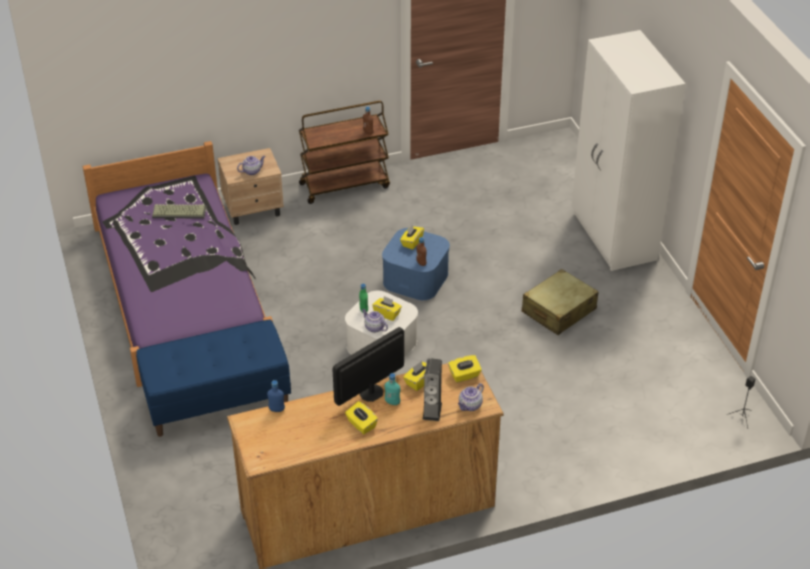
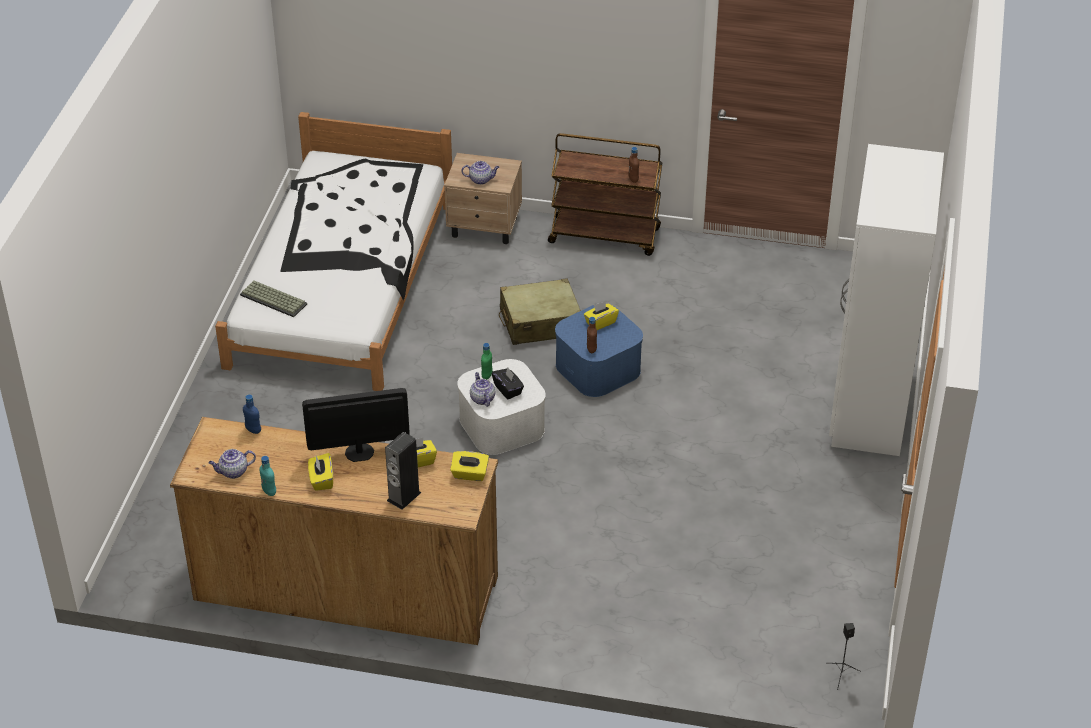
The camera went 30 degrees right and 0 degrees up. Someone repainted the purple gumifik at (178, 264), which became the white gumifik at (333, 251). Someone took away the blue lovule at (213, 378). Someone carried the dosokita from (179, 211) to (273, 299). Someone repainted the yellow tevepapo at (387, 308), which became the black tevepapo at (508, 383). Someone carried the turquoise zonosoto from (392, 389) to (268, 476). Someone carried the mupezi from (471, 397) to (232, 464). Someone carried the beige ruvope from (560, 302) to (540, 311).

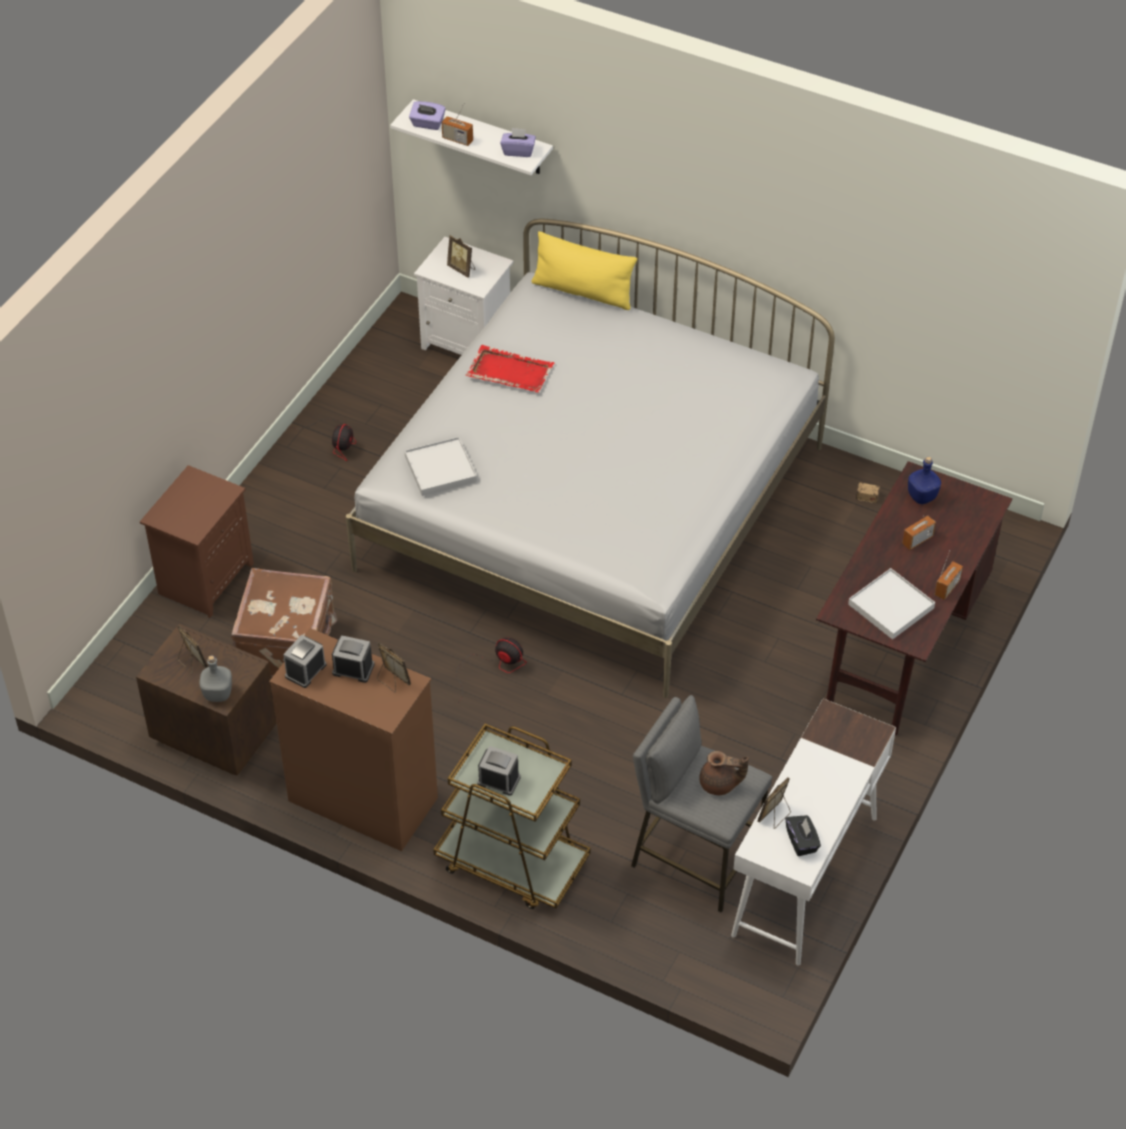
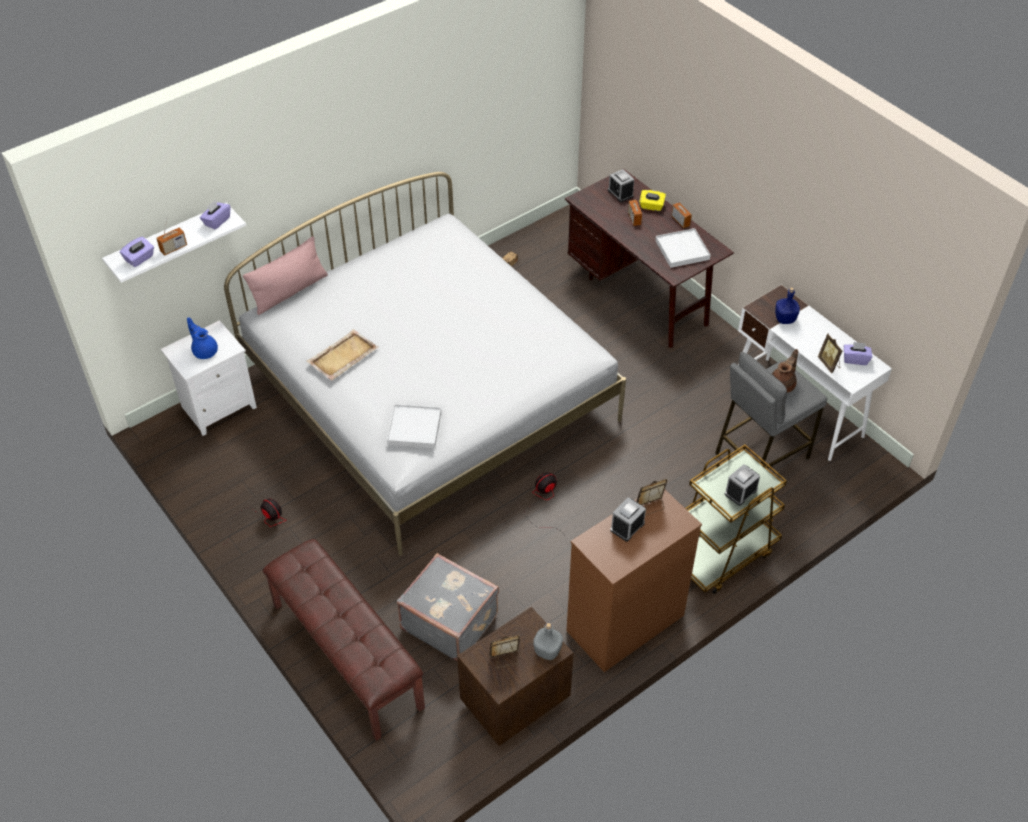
The camera went 65 degrees left and 0 degrees up. Someone swapped the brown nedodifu at (197, 541) for the brown lovule at (343, 640). Someone repainted the brown ruvope at (284, 622), which became the grey ruvope at (448, 607). Someone carried the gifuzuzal from (305, 661) to (621, 185). Someone swapped the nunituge at (461, 256) for the blue mupezi at (202, 338). Someone repainted the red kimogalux at (510, 369), which became the beige kimogalux at (342, 354). Someone repainted the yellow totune at (584, 270), which became the pink totune at (285, 275). Someone repainted the black tevepapo at (803, 835), which became the purple tevepapo at (858, 353). Someone carried the blue zonosoto from (924, 480) to (787, 305). Someone put down the yellow tevepapo at (652, 200).

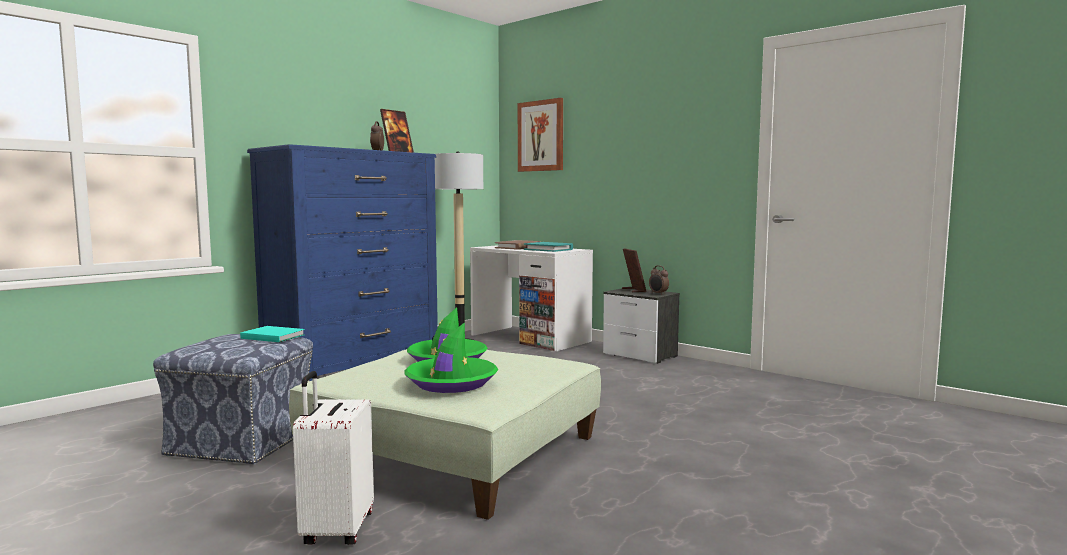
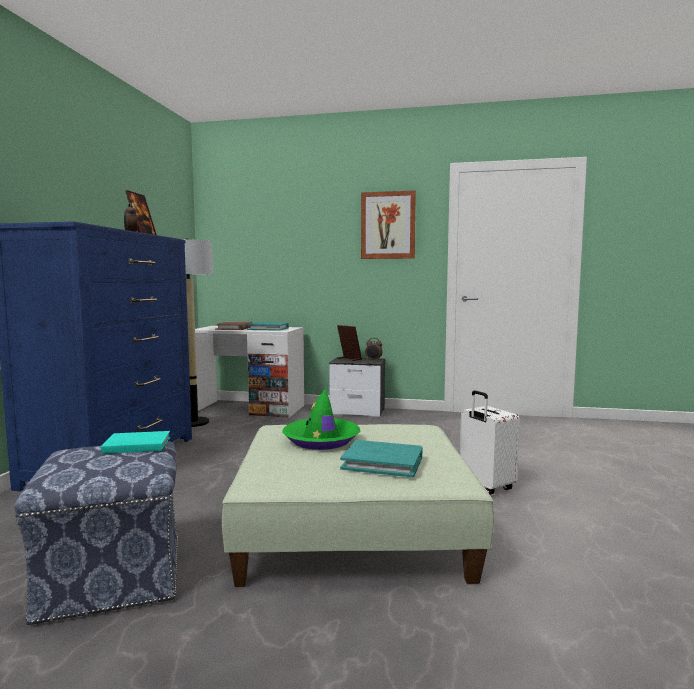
The camera went 30 degrees left and 0 degrees up. Someone carried the white ruvope from (333, 458) to (490, 442). Someone swapped the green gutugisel at (451, 357) for the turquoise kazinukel at (381, 458). Someone carried the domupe from (540, 135) to (388, 225).

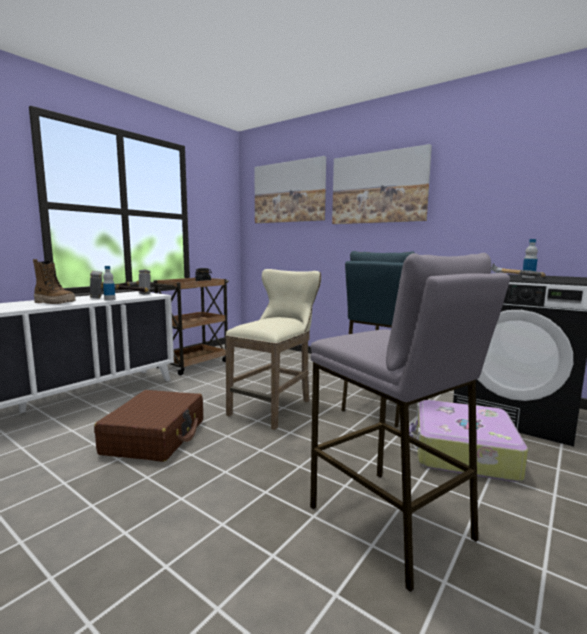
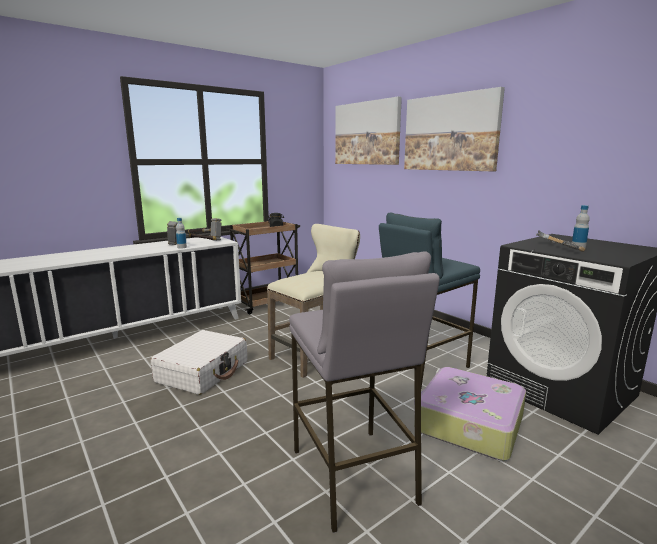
The camera went 15 degrees right and 5 degrees up. Someone took away the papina at (54, 281). Someone repainted the brown ruvope at (148, 426), which became the white ruvope at (199, 362).

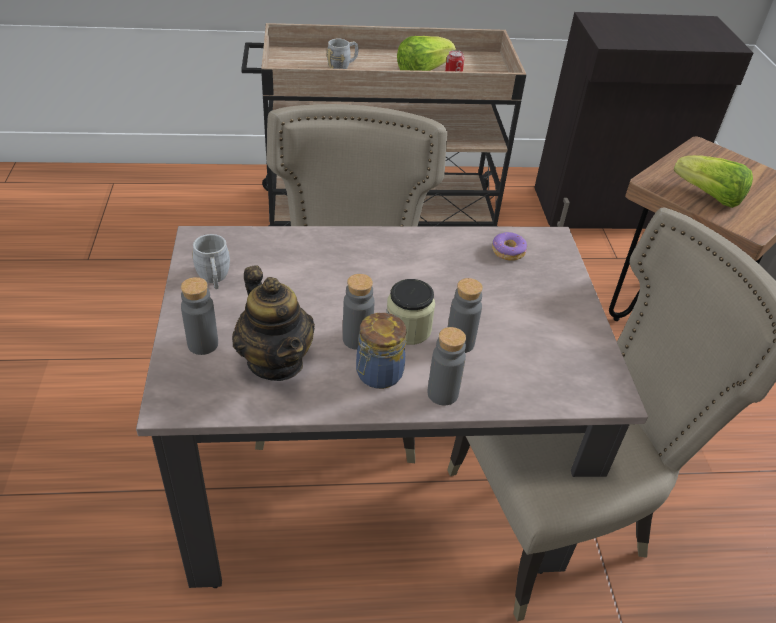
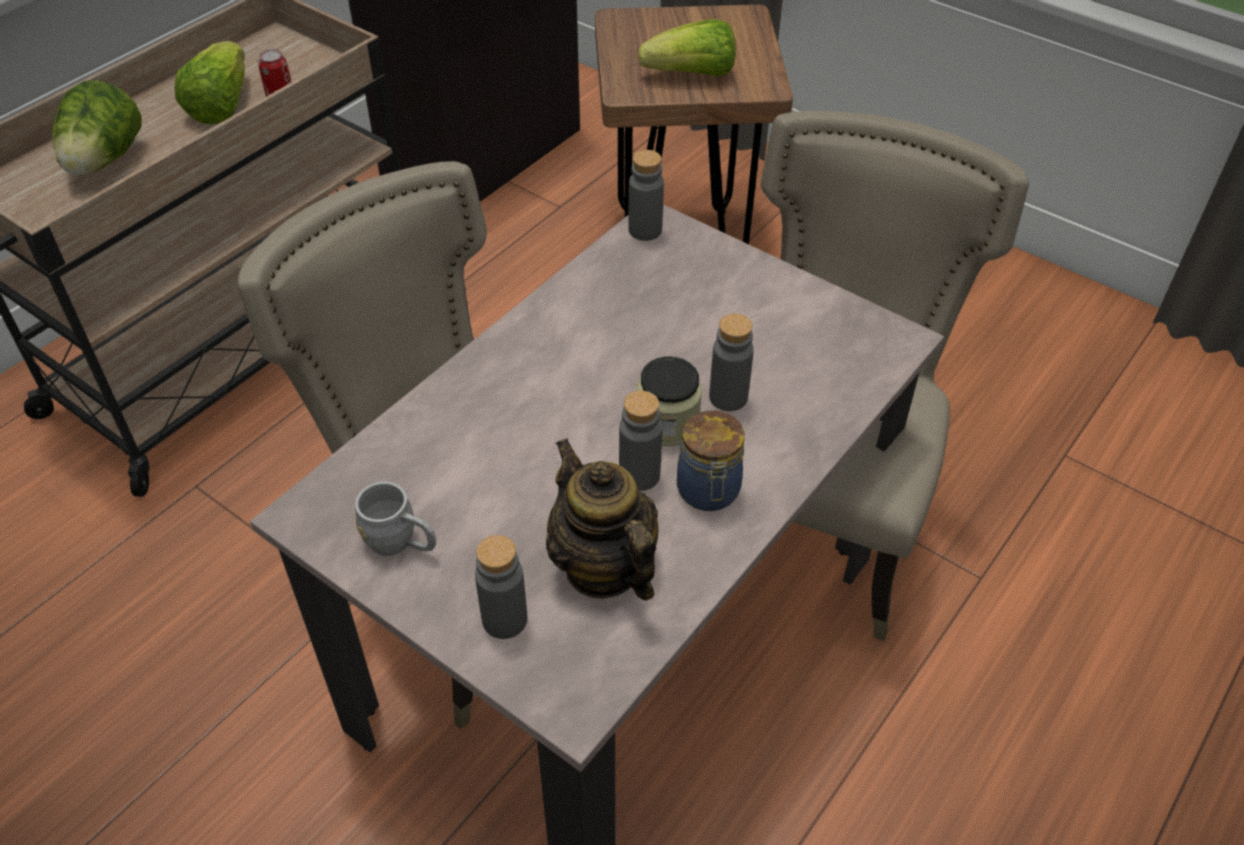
The camera went 45 degrees left and 5 degrees up. Someone rotated the mupezi at (273, 323) by 135 degrees counterclockwise. Someone swapped the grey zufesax at (343, 54) for the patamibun at (97, 128). Someone carried the grey zonosoto from (446, 366) to (646, 195). Someone took away the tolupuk at (509, 246).

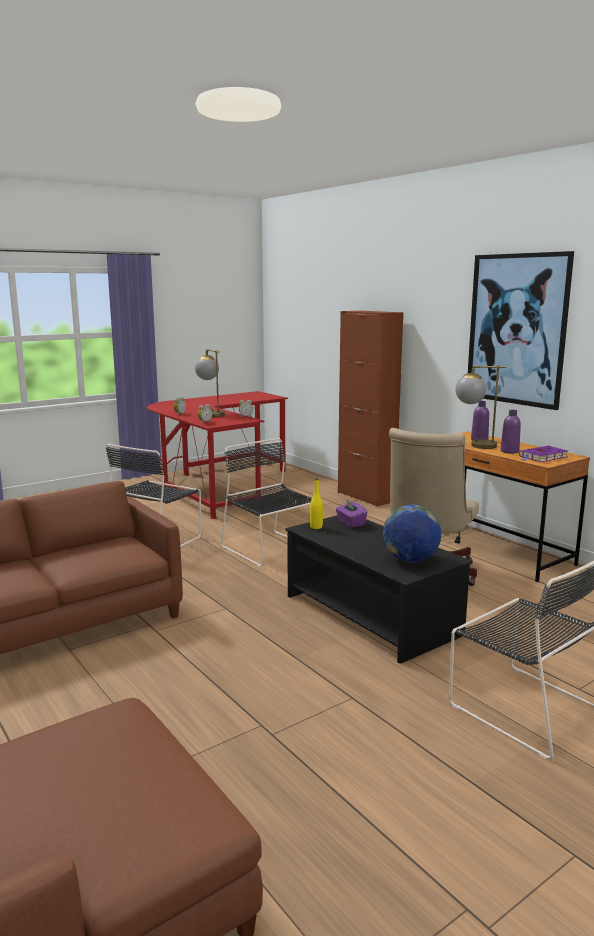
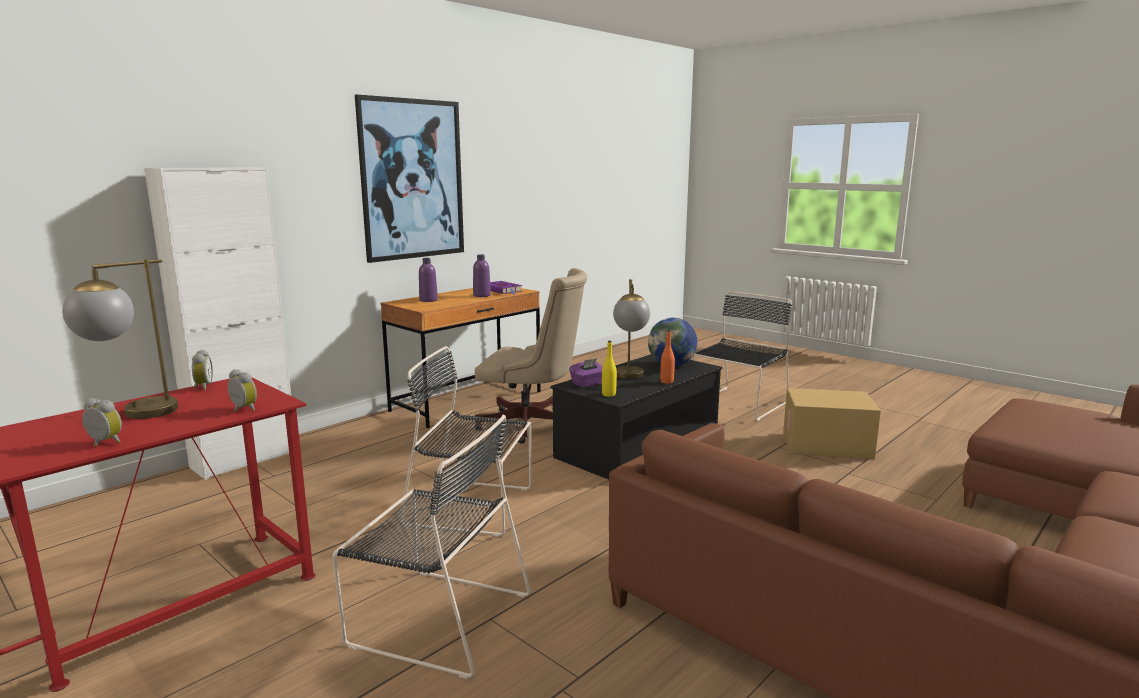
The camera went 100 degrees left and 0 degrees up. Someone rotated the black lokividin at (266, 502) by 60 degrees clockwise. Someone repainted the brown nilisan at (370, 409), which became the white nilisan at (217, 323). Someone carried the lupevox from (480, 407) to (631, 329). Someone put down the orange zonosoto at (667, 357). Someone put down the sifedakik at (832, 423).

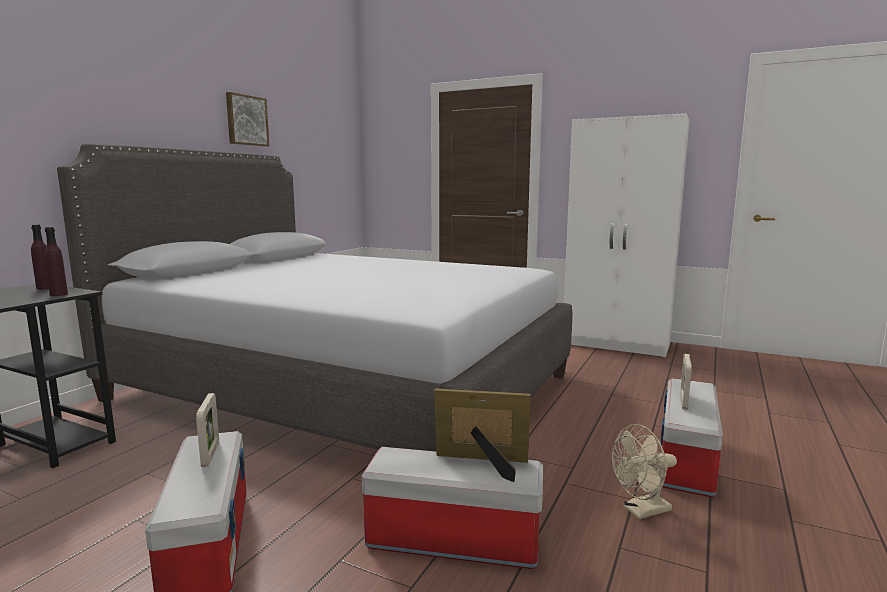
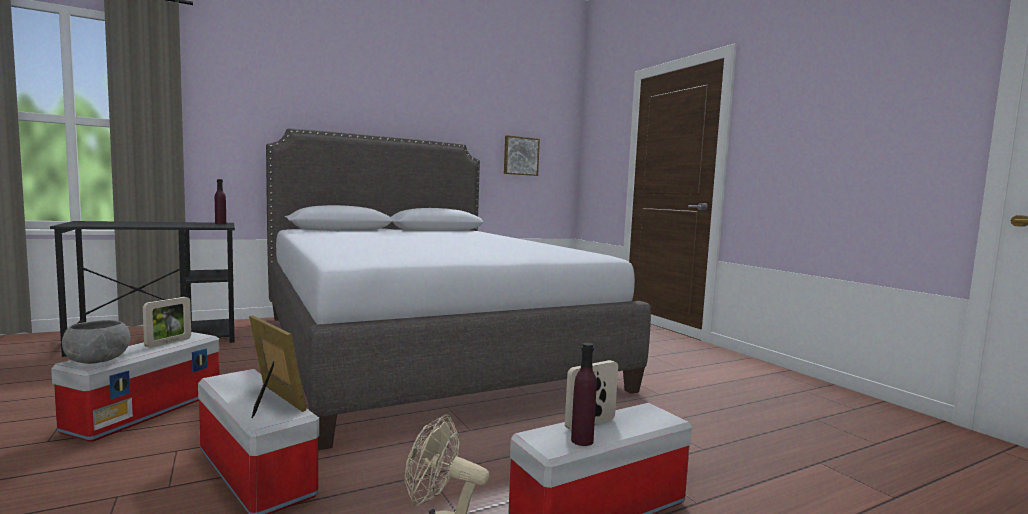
The camera went 35 degrees right and 5 degrees down. Someone carried the purple zonosoto from (56, 261) to (584, 394). Someone carried the domupe from (247, 119) to (522, 155). Someone took away the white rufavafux at (626, 235). Someone put down the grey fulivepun at (96, 342).

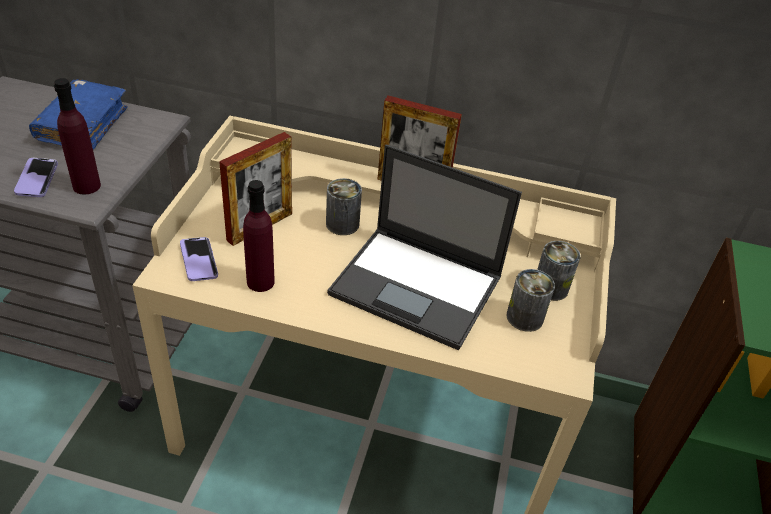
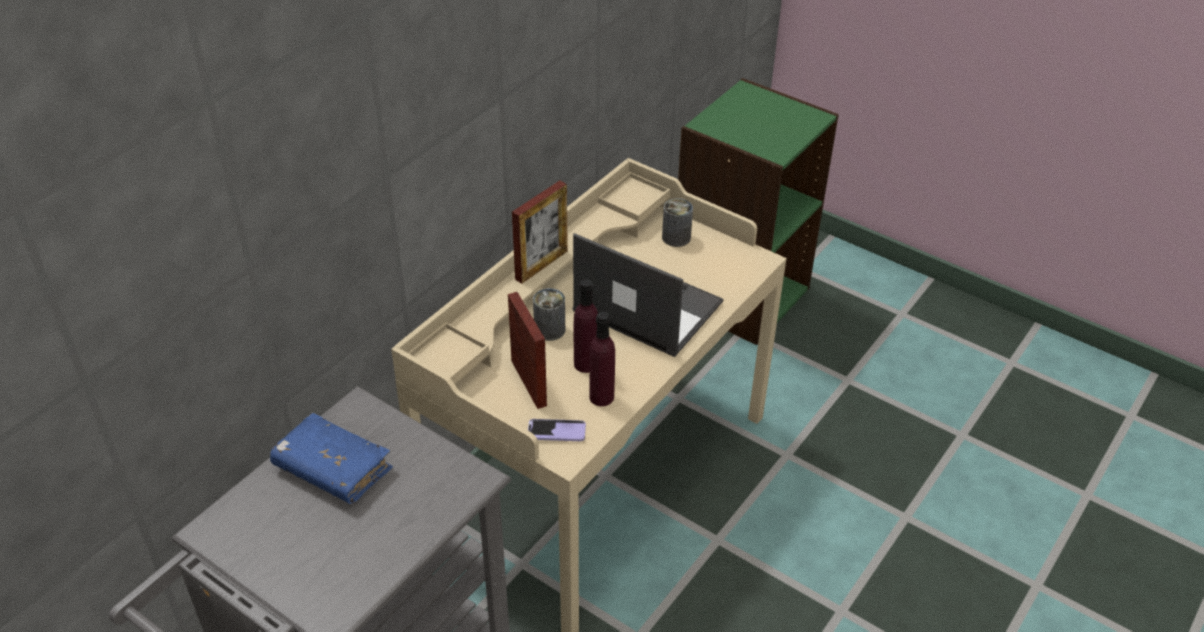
The camera went 65 degrees left and 0 degrees up. Someone took away the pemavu at (36, 177). Someone carried the purple zonosoto from (77, 136) to (586, 326). Someone rotated the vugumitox at (424, 247) by 105 degrees counterclockwise. Someone took away the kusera at (530, 300).

